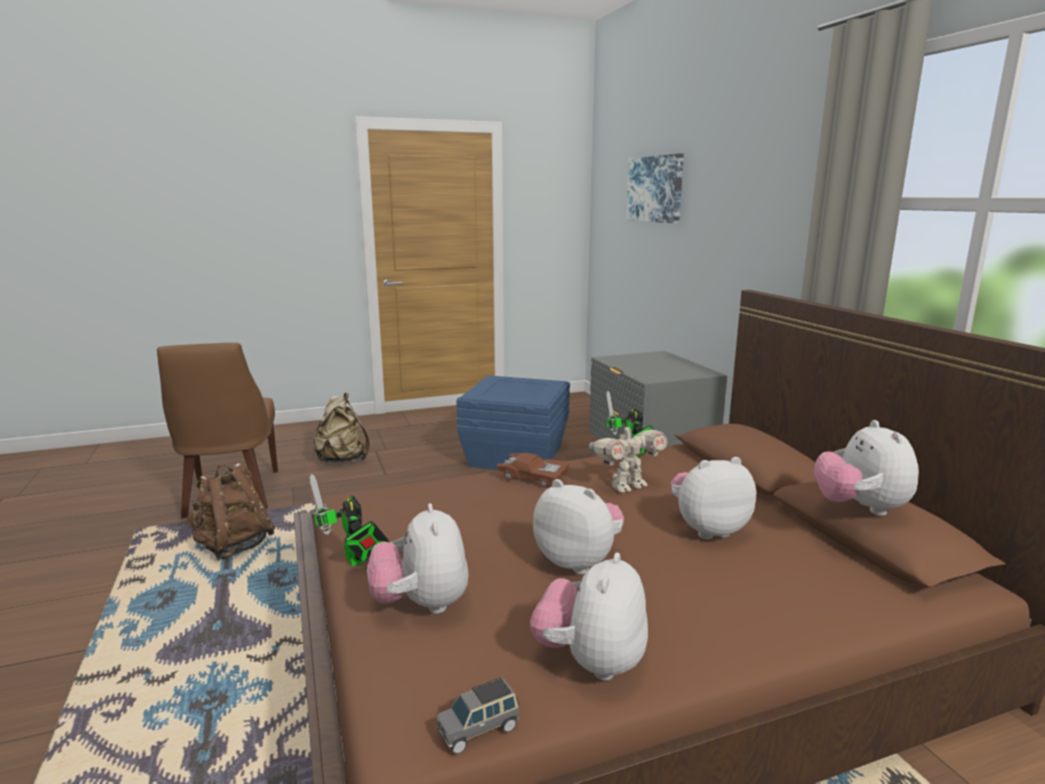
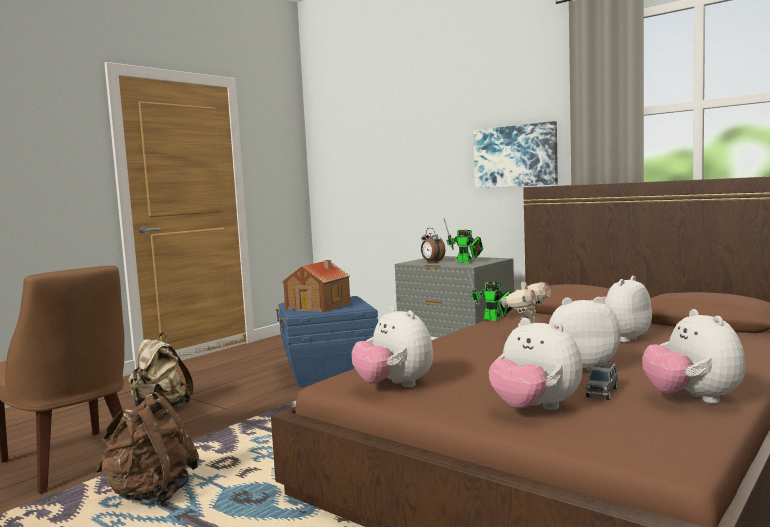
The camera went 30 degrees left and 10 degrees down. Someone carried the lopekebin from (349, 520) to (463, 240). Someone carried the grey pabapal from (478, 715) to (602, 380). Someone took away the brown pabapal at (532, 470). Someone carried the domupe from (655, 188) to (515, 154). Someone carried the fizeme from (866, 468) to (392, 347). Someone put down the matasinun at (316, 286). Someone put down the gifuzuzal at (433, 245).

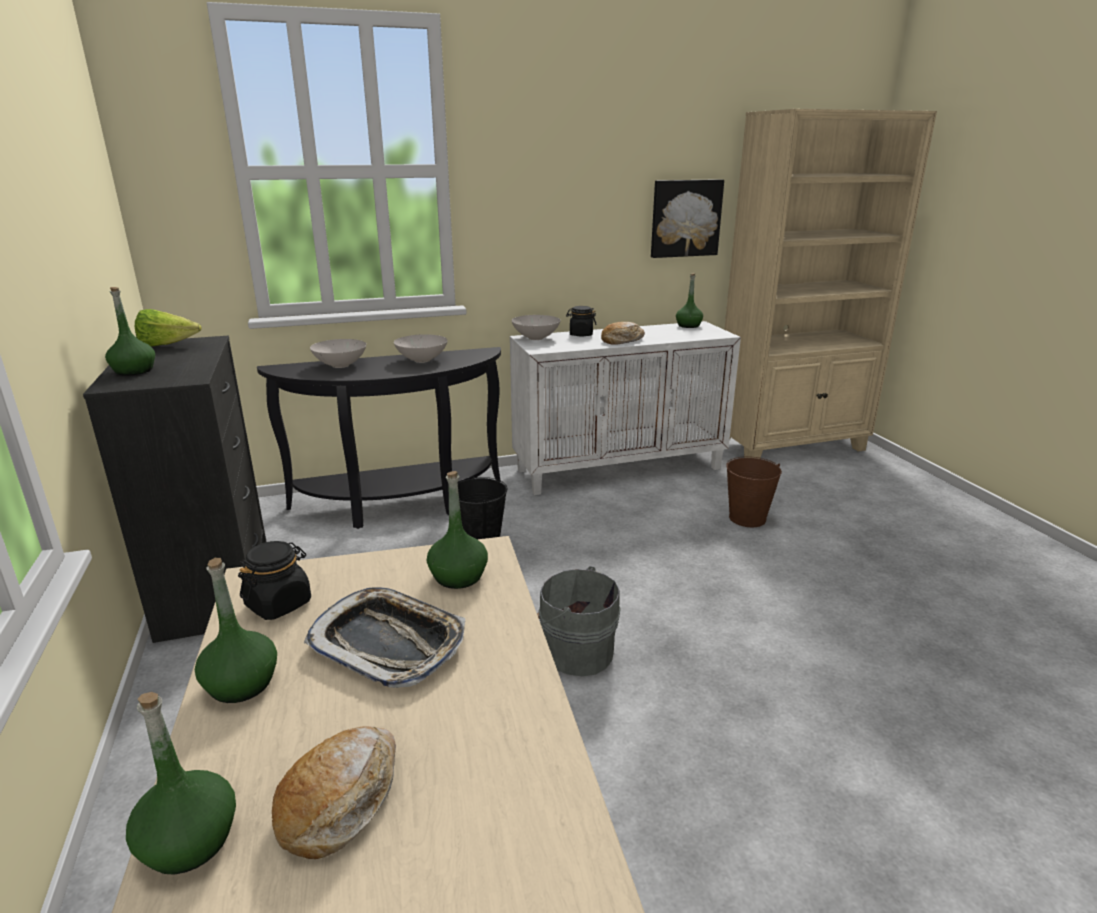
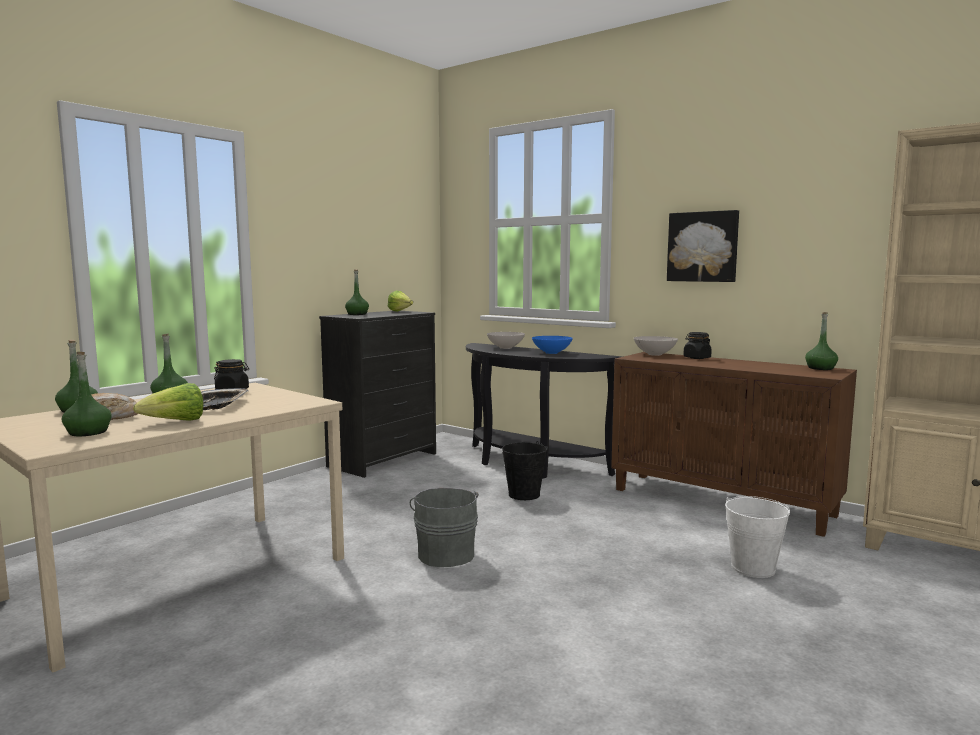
The camera went 55 degrees right and 15 degrees down. Someone repainted the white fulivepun at (421, 348), which became the blue fulivepun at (552, 345). Someone carried the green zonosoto from (457, 530) to (87, 394). Someone repainted the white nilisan at (625, 408), which became the brown nilisan at (734, 444). Someone took away the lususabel at (623, 333). Someone carried the domupe from (687, 218) to (703, 246). Someone repainted the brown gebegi at (754, 491), which became the white gebegi at (757, 537). Someone put down the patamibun at (168, 402).

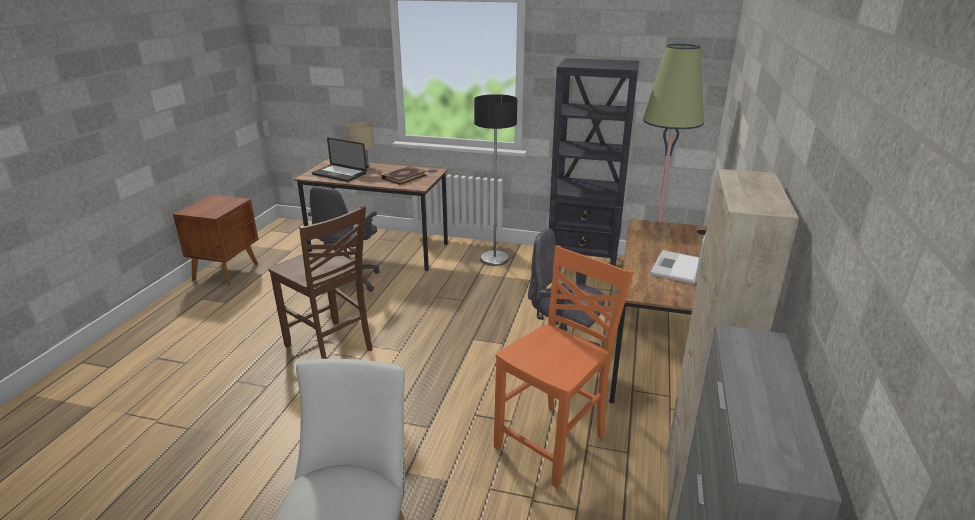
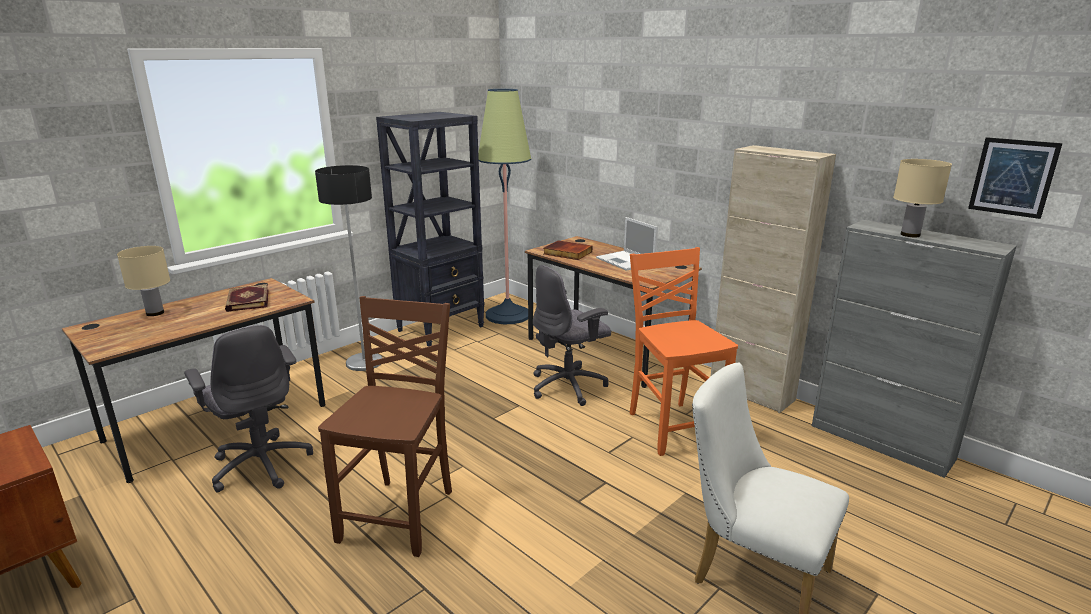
The camera went 60 degrees left and 5 degrees down. Someone rotated the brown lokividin at (320, 282) by 60 degrees counterclockwise. Someone took away the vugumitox at (339, 160). Someone put down the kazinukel at (568, 250). Someone put down the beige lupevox at (922, 198). Someone put up the domupe at (1015, 178).

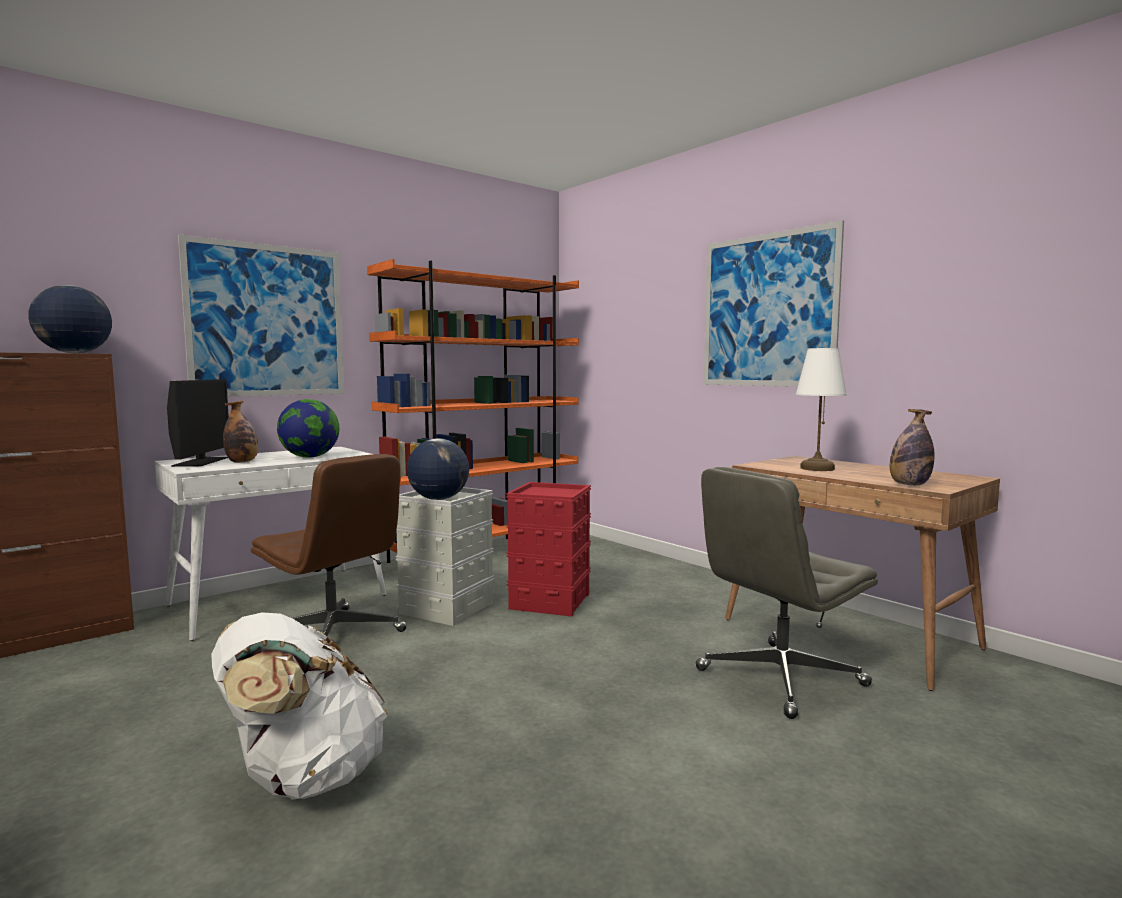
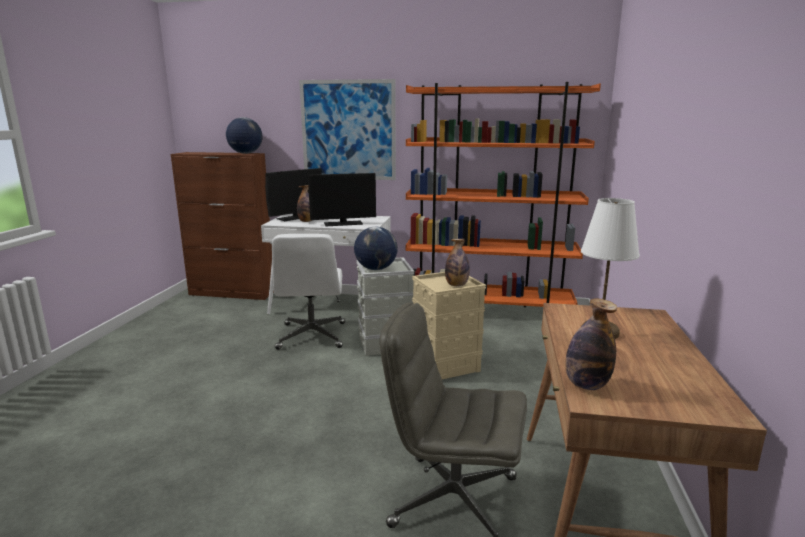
The camera went 50 degrees right and 10 degrees up. Someone took away the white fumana at (299, 706). Someone repainted the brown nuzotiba at (329, 547), which became the white nuzotiba at (308, 292). Someone swapped the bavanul at (308, 428) for the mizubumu at (342, 199). Someone repainted the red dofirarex at (548, 549), which became the beige dofirarex at (449, 325). Someone took away the domupe at (774, 303). Someone put down the zonosoto at (457, 262).

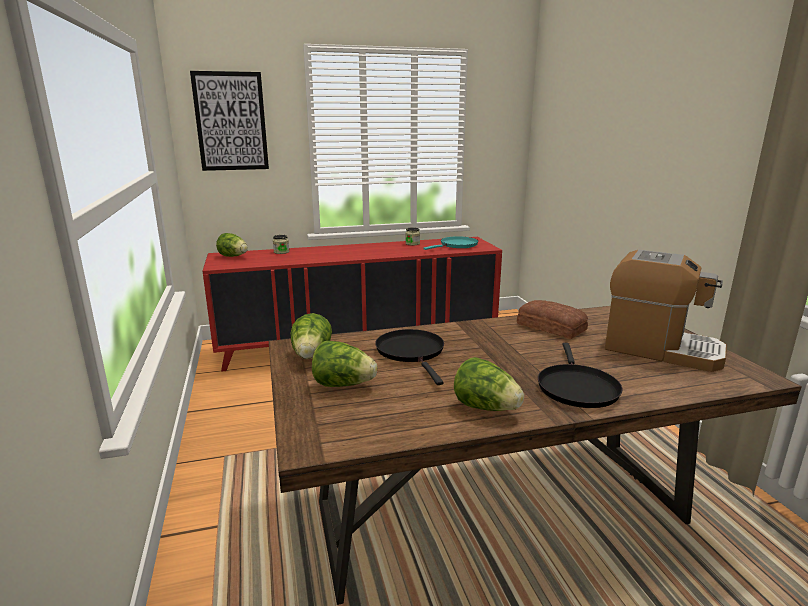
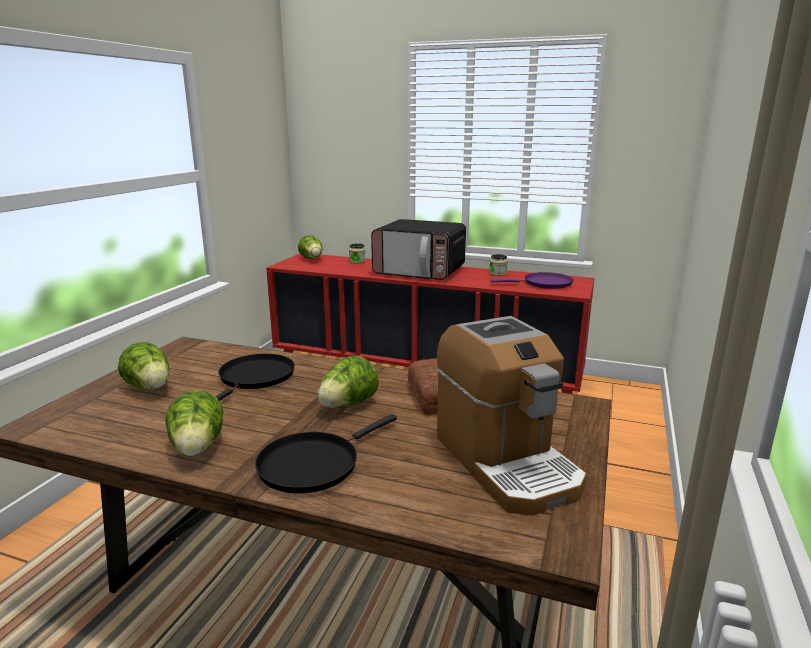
The camera went 35 degrees right and 0 degrees up. Someone took away the domupe at (229, 121). Someone carried the patamibun from (311, 336) to (348, 381). Someone repainted the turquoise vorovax at (450, 243), which became the purple vorovax at (531, 280). Someone put down the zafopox at (418, 249).

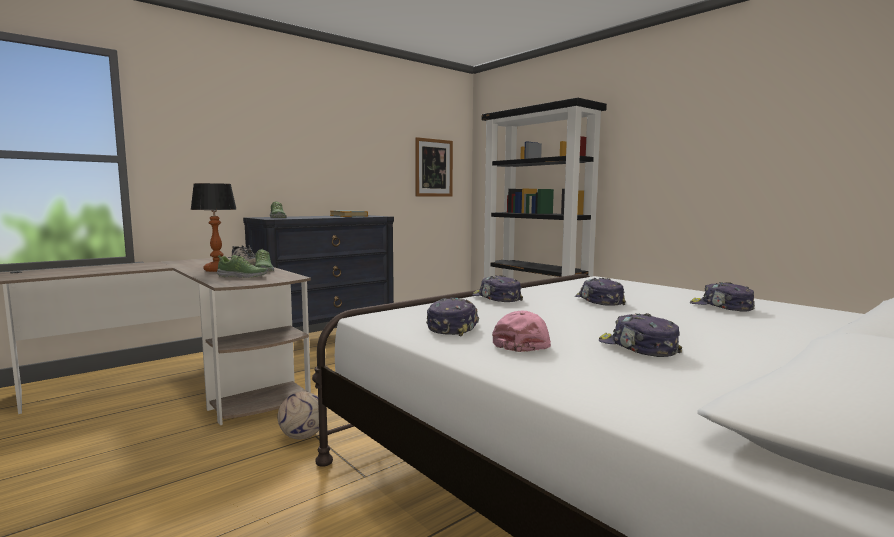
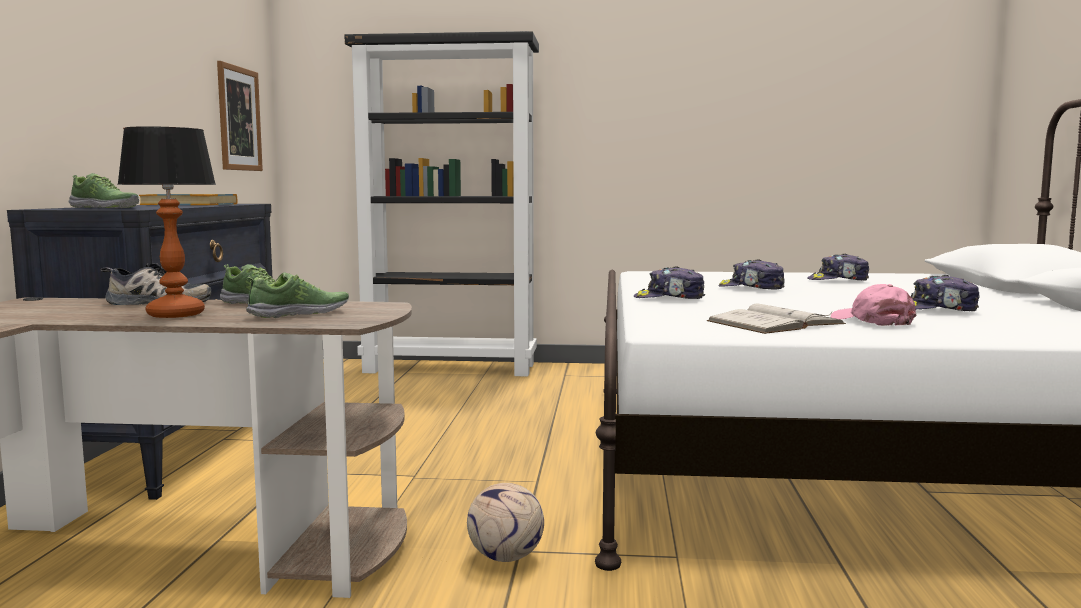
The camera went 45 degrees left and 0 degrees up. Someone swapped the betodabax at (452, 316) for the white kazinukel at (776, 318).

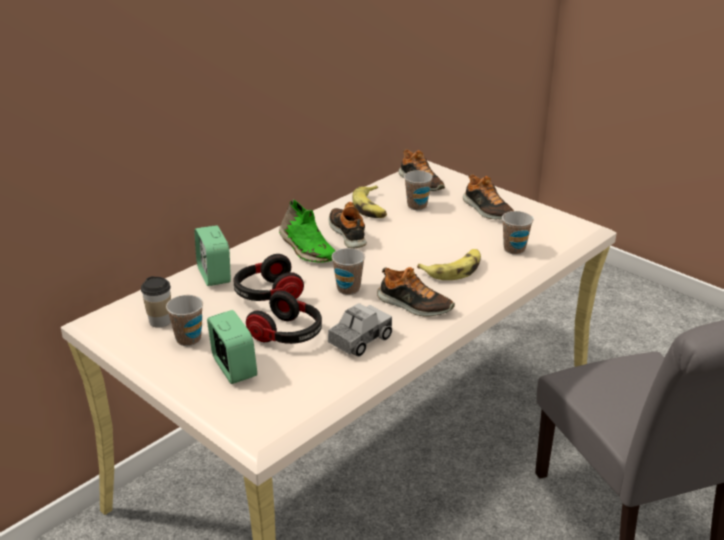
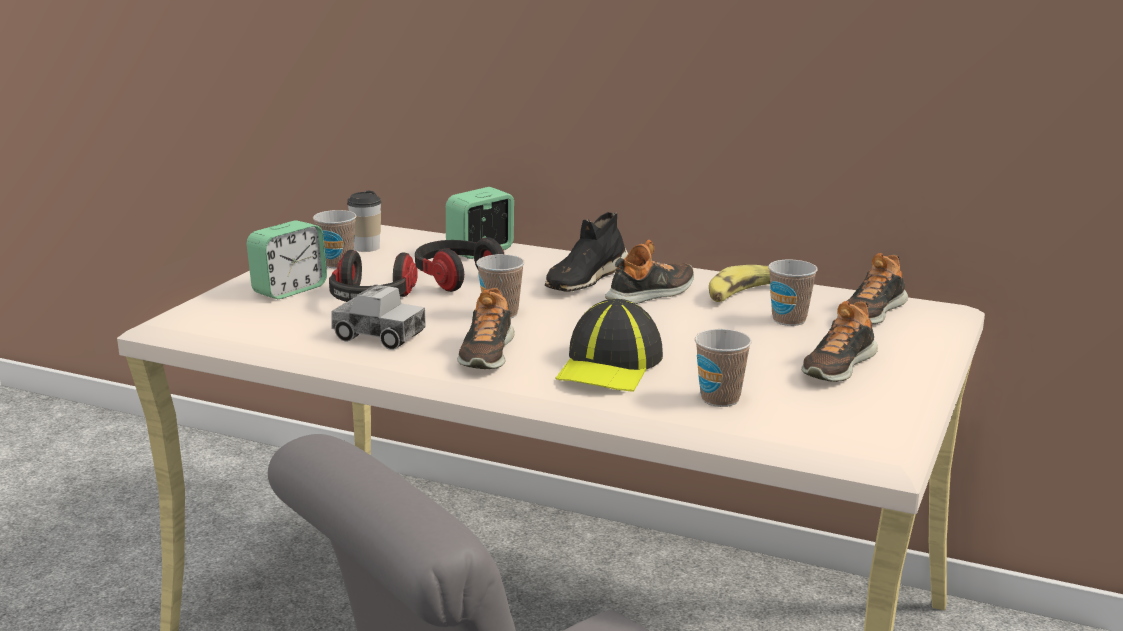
The camera went 70 degrees right and 10 degrees down. Someone repainted the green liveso at (307, 231), which became the black liveso at (586, 252). Someone swapped the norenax at (449, 264) for the betodabax at (609, 345).

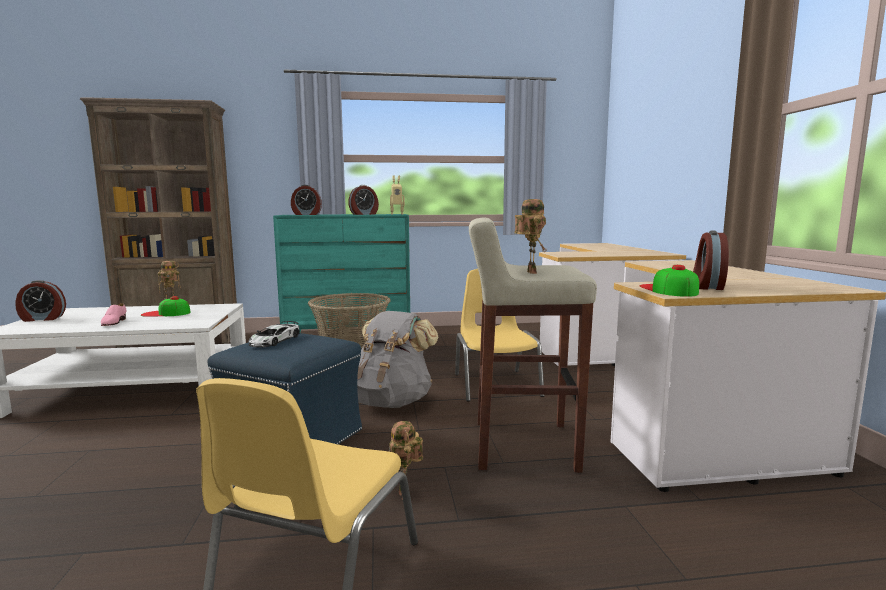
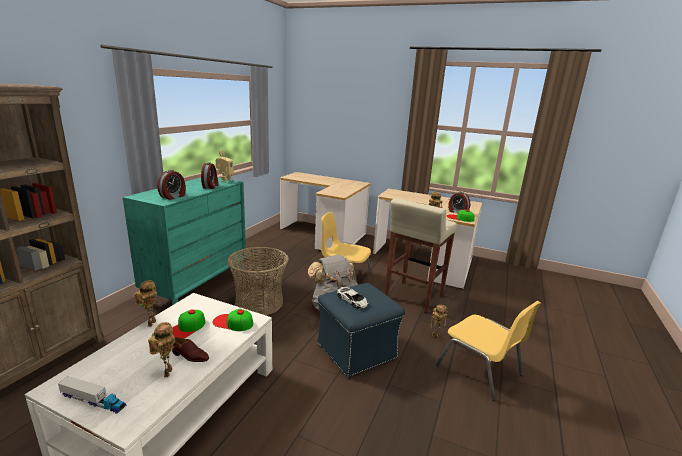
The camera went 60 degrees left and 10 degrees up. Someone swapped the gifuzuzal at (40, 301) for the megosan at (92, 395). Someone repainted the pink liveso at (113, 314), which became the brown liveso at (190, 349). Someone put down the lopekebin at (161, 349). Someone put down the betodabax at (233, 320).

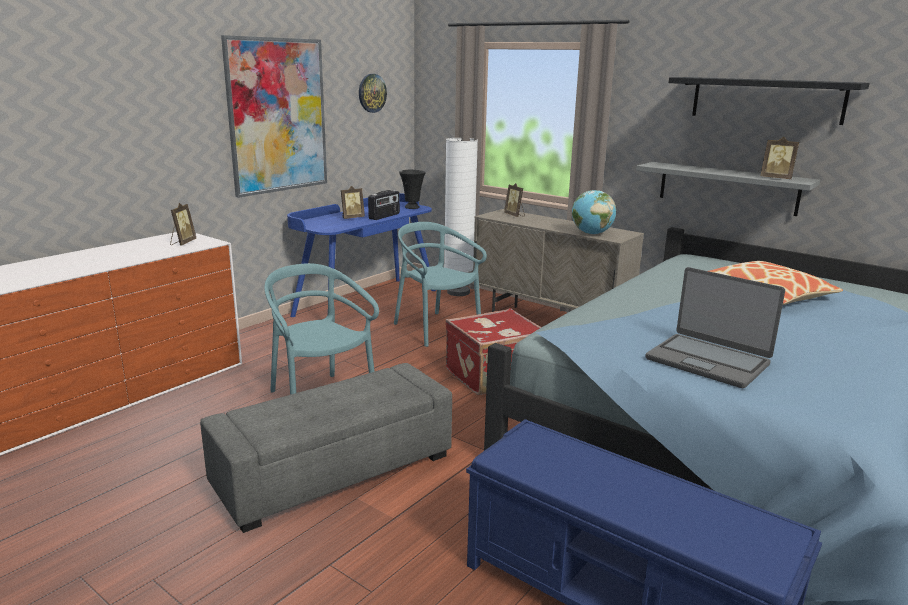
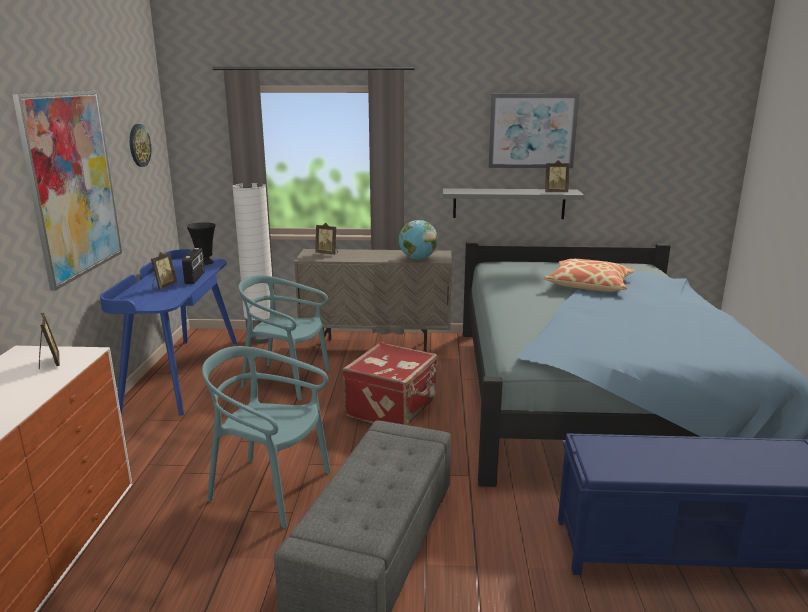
The camera went 35 degrees left and 0 degrees up. Someone took away the vugumitox at (715, 327). Someone swapped the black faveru at (769, 101) for the domupe at (533, 131).

